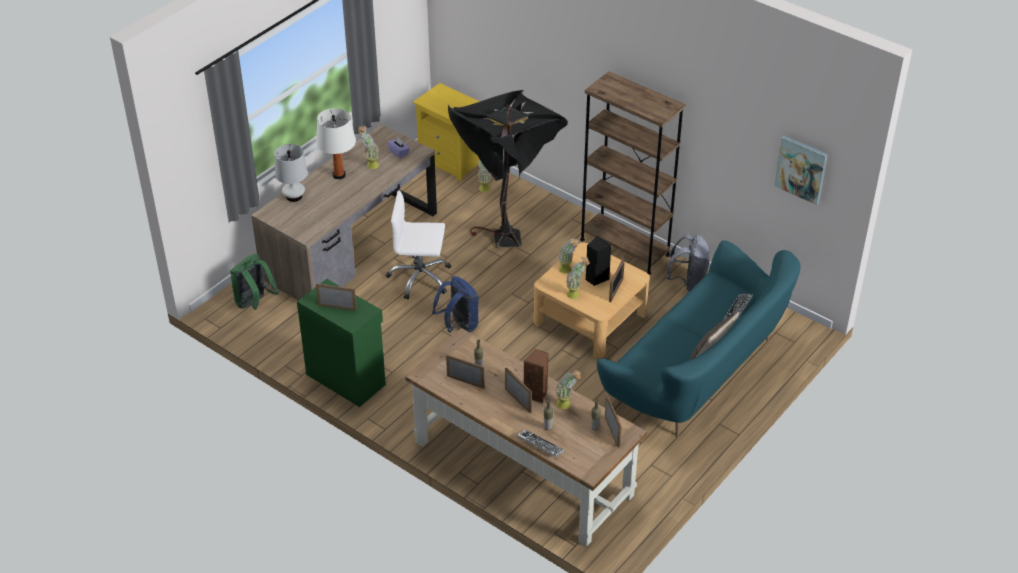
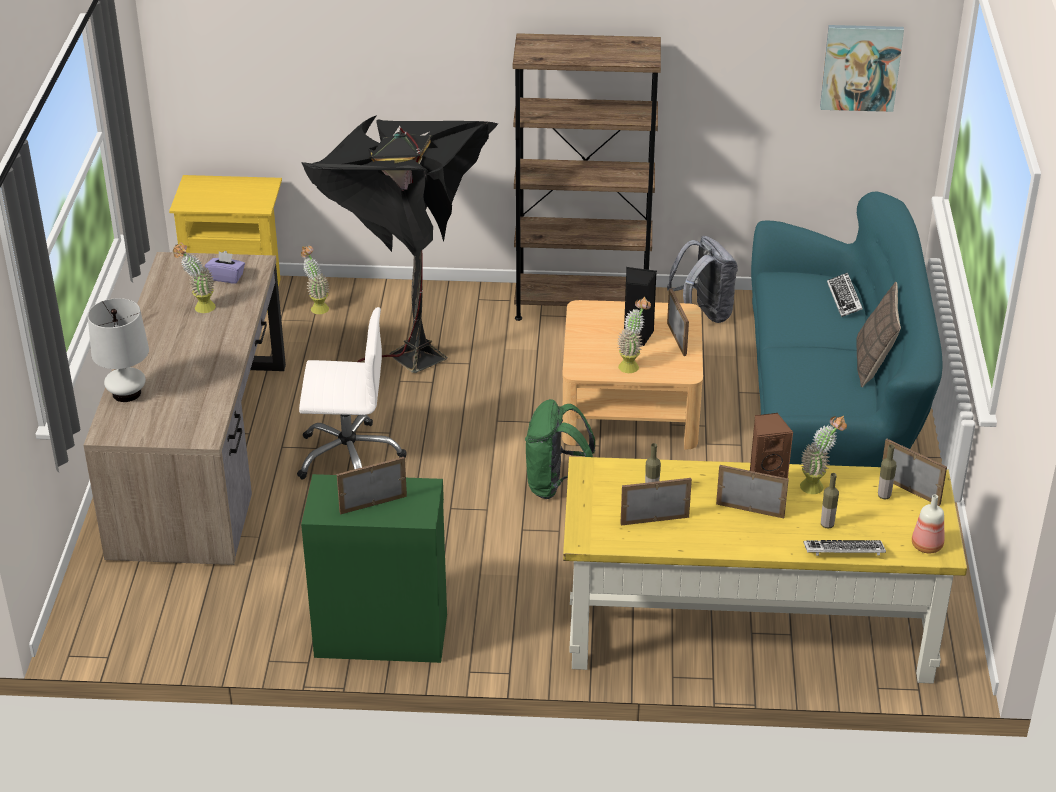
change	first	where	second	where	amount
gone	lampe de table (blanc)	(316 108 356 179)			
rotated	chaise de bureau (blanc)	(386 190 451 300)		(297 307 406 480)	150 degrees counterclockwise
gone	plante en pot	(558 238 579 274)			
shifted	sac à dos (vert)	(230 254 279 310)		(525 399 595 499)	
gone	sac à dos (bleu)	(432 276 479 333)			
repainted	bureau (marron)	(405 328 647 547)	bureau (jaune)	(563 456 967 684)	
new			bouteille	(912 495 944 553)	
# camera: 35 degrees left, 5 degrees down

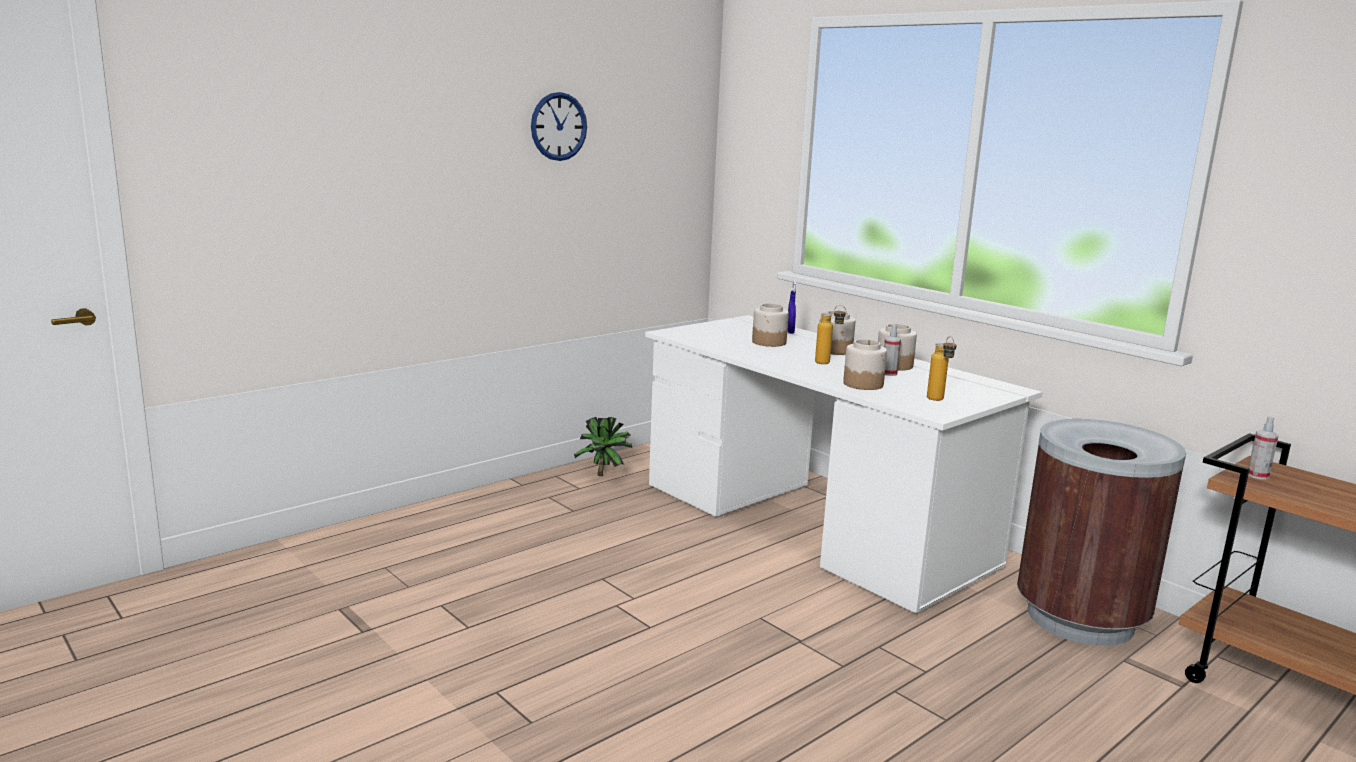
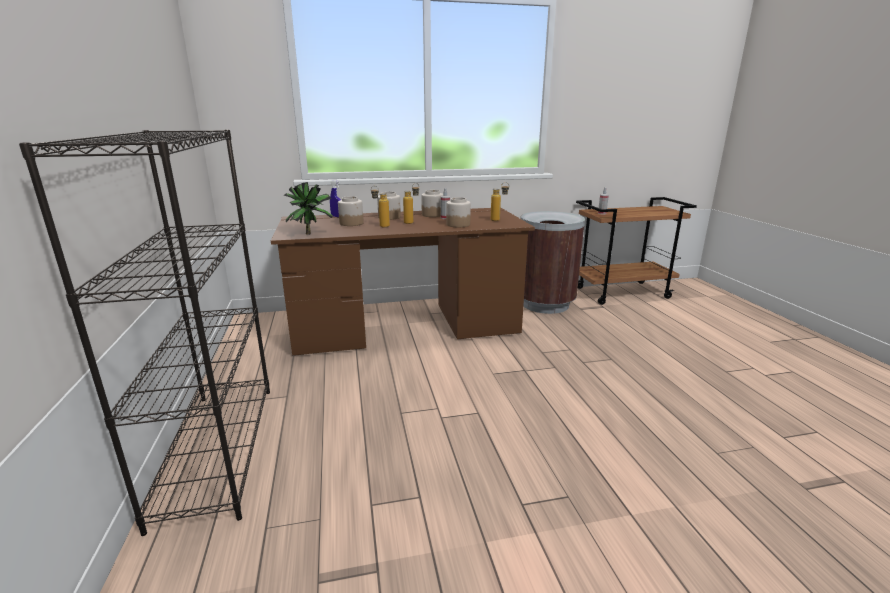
change	first	where	second	where	amount
gone	horloge murale	(531 92 587 161)			
repainted	bureau (blanc)	(645 315 1042 614)	bureau (marron)	(271 207 535 355)	
shifted	plante en pot	(574 417 632 476)		(283 182 333 235)	
new			bibliothèque (noir)	(19 130 270 536)	
new			bouteille	(371 186 390 227)	
# camera: 60 degrees left, 5 degrees up

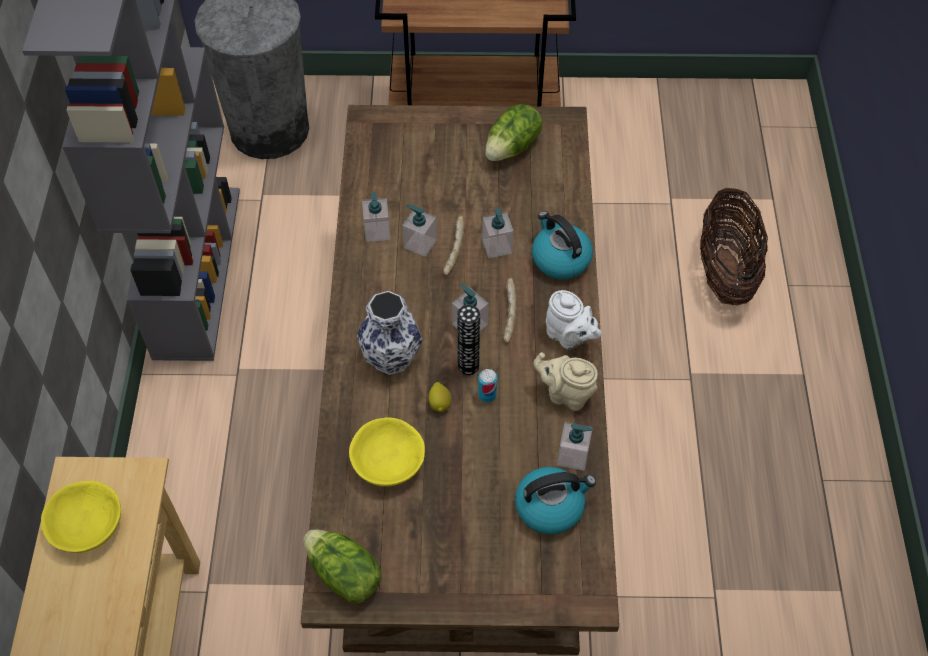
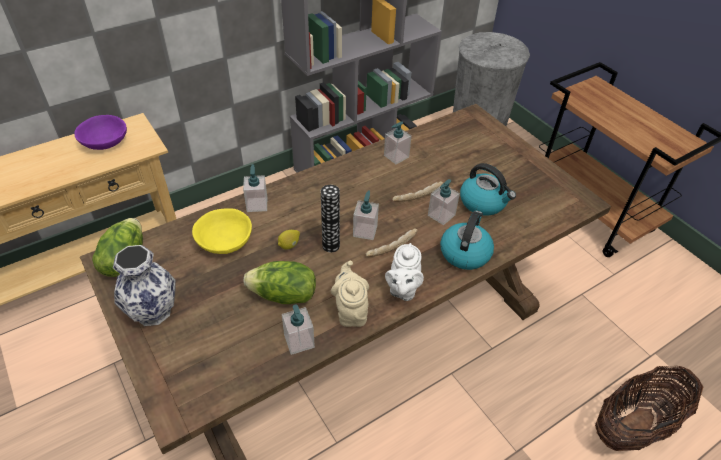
change	first	where	second	where	amount
shifted	laitue	(485 104 542 161)		(243 261 316 304)	
shifted	distributeur de savon	(402 204 437 257)		(243 164 267 212)	
shifted	vase	(357 291 423 375)		(113 245 175 326)	
gone	boîte métallique	(478 369 497 402)			
shifted	bouilloire	(515 467 596 535)		(460 163 516 216)	
repainted	bol (jaune)	(41 481 121 553)	bol (violet)	(74 115 127 150)	
# camera: 55 degrees right, 10 degrees down

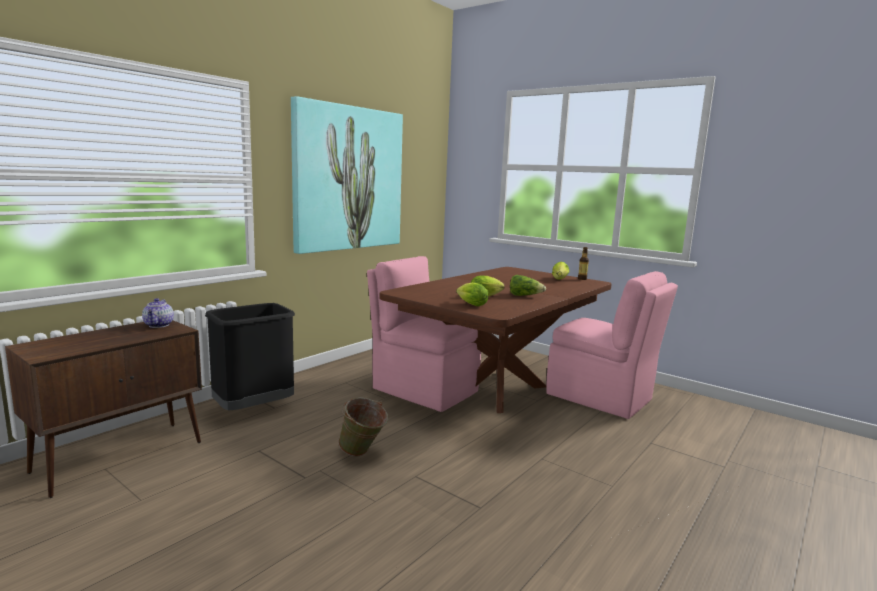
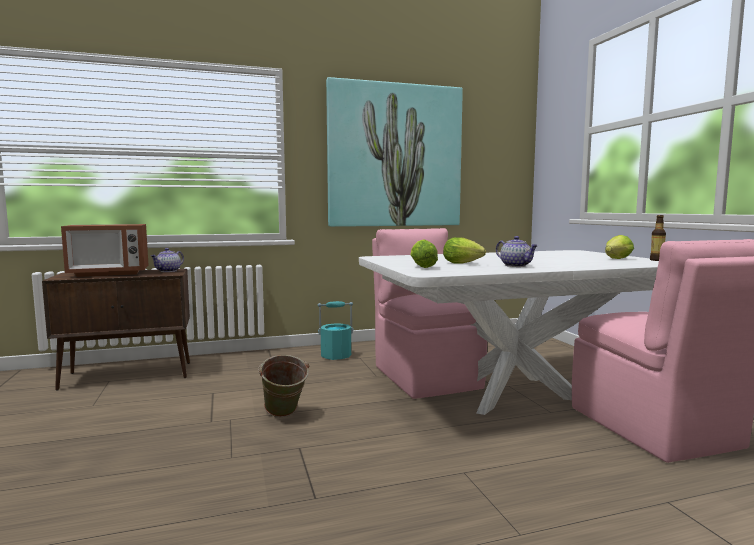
change	first	where	second	where	amount
repainted	table à manger (marron)	(380 267 612 413)	table à manger (blanc)	(359 250 659 415)	
swapped	laitue	(510 275 546 296)	théière	(496 236 538 267)	
gone	poubelle (noir)	(205 303 295 410)			
new			micro-ondes	(61 224 148 277)	
new			seau (turquoise)	(318 301 354 360)	
# camera: 35 degrees right, 5 degrees down

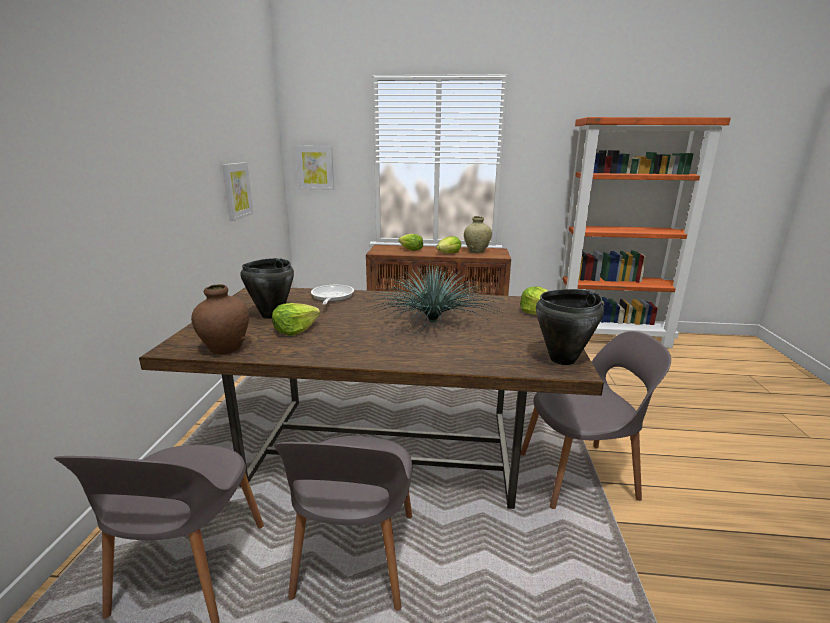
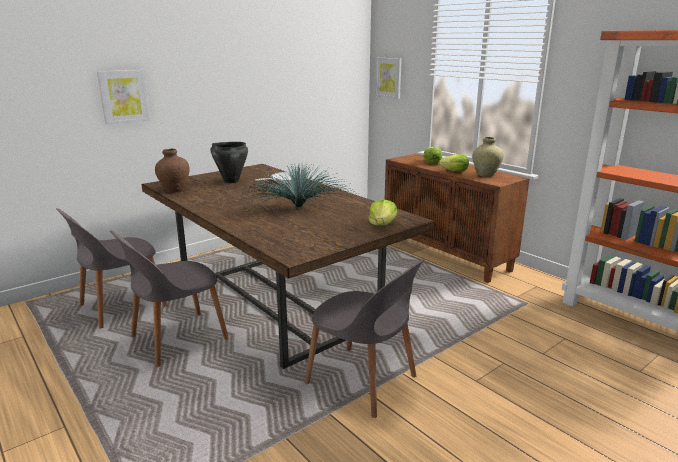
change	first	where	second	where	amount
shifted	tableau	(222 162 253 221)		(97 70 150 125)	
gone	marmite (noir)	(536 289 604 365)			
gone	laitue	(272 303 320 336)			
# camera: 45 degrees right, 0 degrees up

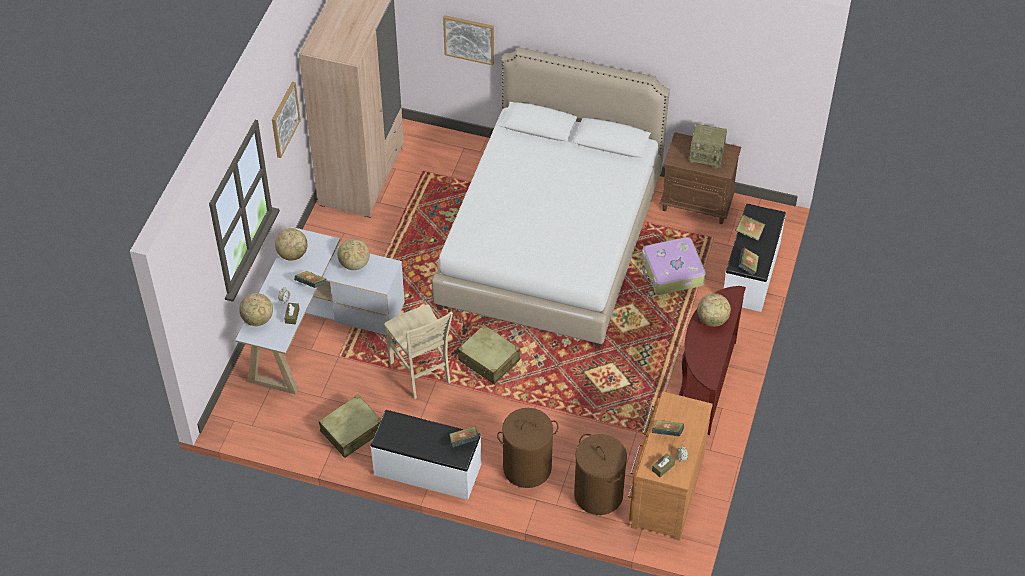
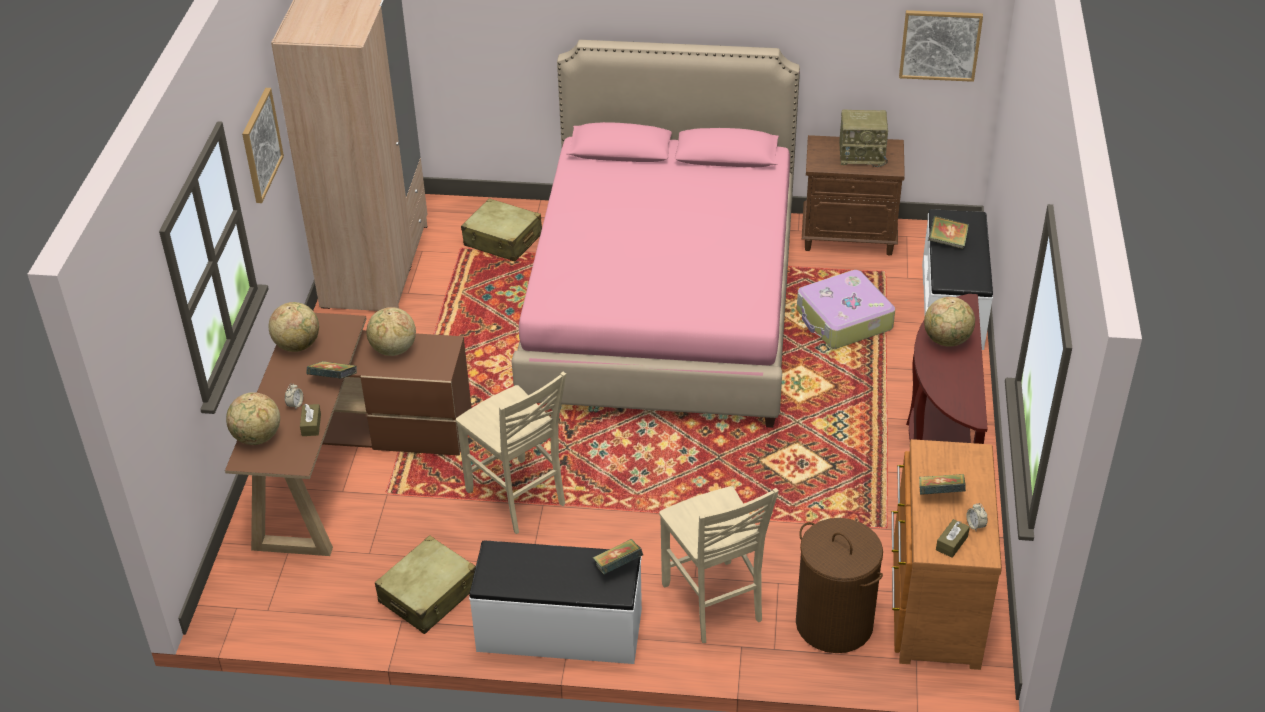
change	first	where	second	where	amount
shifted	tableau	(443 15 494 66)		(899 10 983 82)	
repainted	lit (blanc)	(432 48 670 349)	lit (rose)	(512 40 800 428)	
repainted	bureau (blanc)	(235 227 405 395)	bureau (marron)	(225 313 471 556)	
gone	livre	(739 248 759 275)			
shifted	valise (beige)	(458 325 520 384)		(461 198 542 262)	
swapped	panier à linge (marron)	(497 408 559 488)	chaise (beige)	(659 486 779 643)	
# camera: 10 degrees left, 10 degrees down

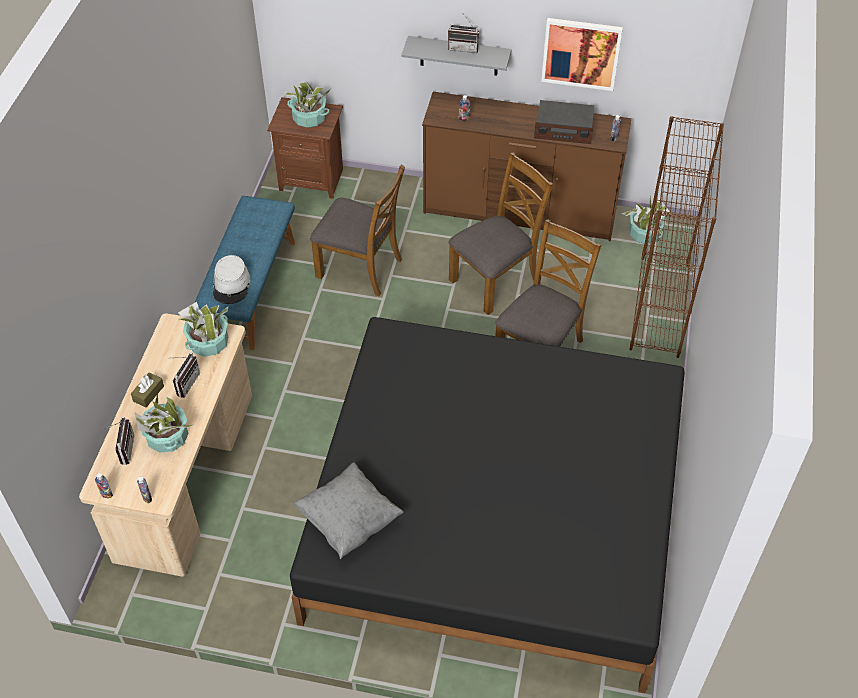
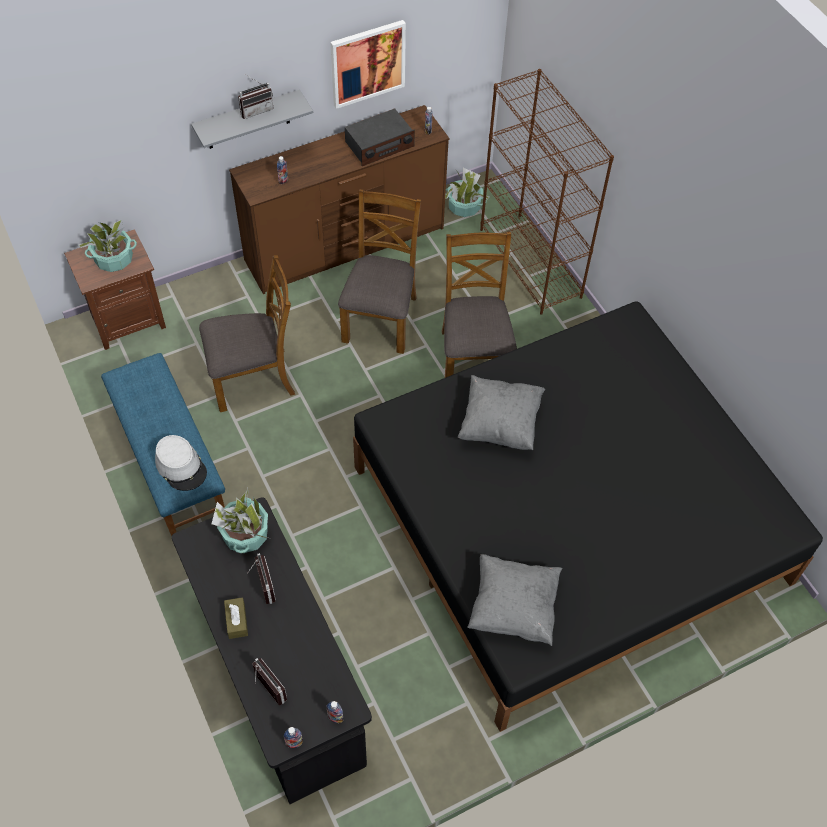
change	first	where	second	where	amount
repainted	bureau (beige)	(79 313 252 577)	bureau (noir)	(172 497 372 804)	
gone	plante en pot	(135 394 195 453)			
new			coussin (gris)	(458 375 545 450)	
# camera: 40 degrees left, 5 degrees up

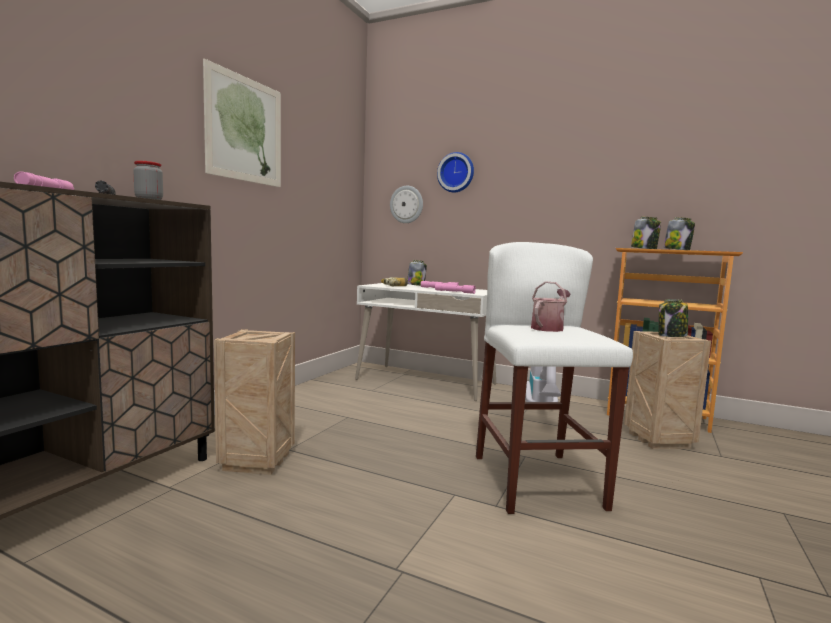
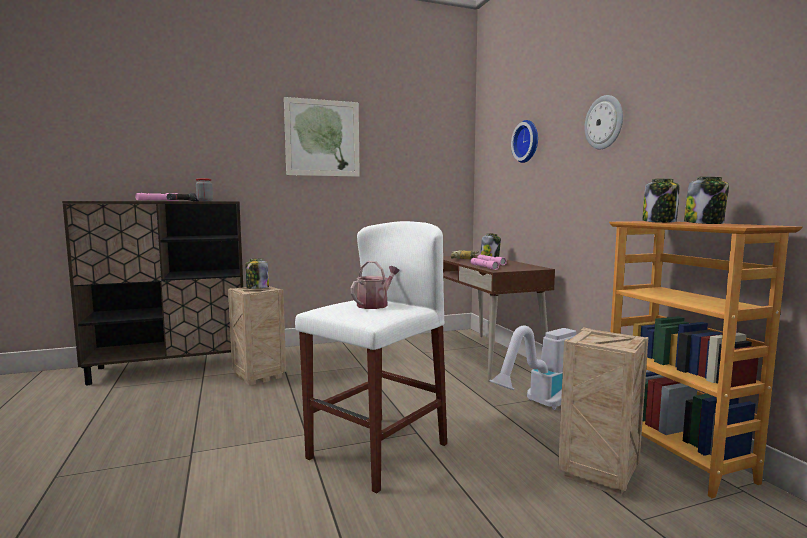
change	first	where	second	where	amount
shifted	horloge murale	(390 186 423 223)		(585 95 623 149)	
rotated	arrosoir	(531 281 570 332)		(350 261 400 309)	45 degrees counterclockwise
repainted	bureau (blanc)	(355 283 496 401)	bureau (marron)	(431 255 555 382)	
shifted	bocal	(658 299 688 337)		(246 258 269 289)	
# camera: 45 degrees right, 0 degrees up

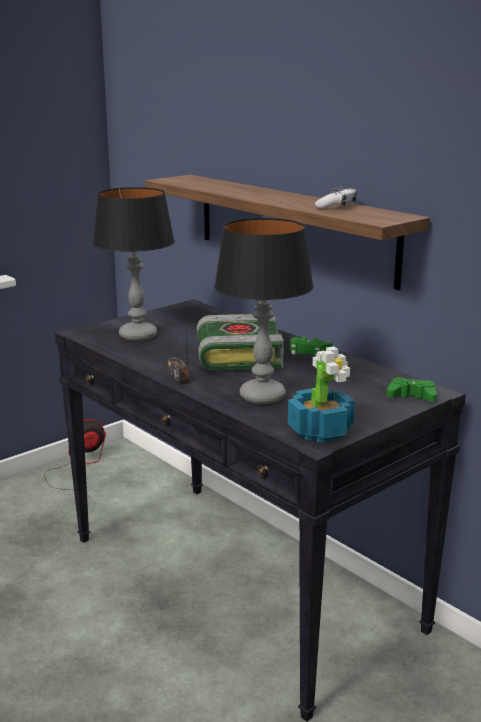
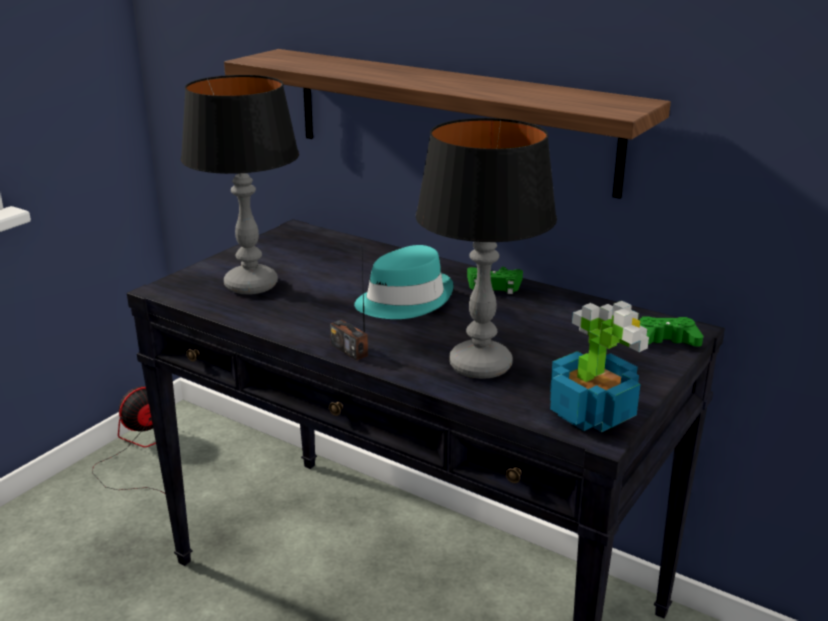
change	first	where	second	where	amount
gone	manette	(315 187 357 209)			
swapped	livre	(197 314 284 370)	chapeau (turquoise)	(354 245 454 319)	
# camera: 15 degrees left, 5 degrees up

